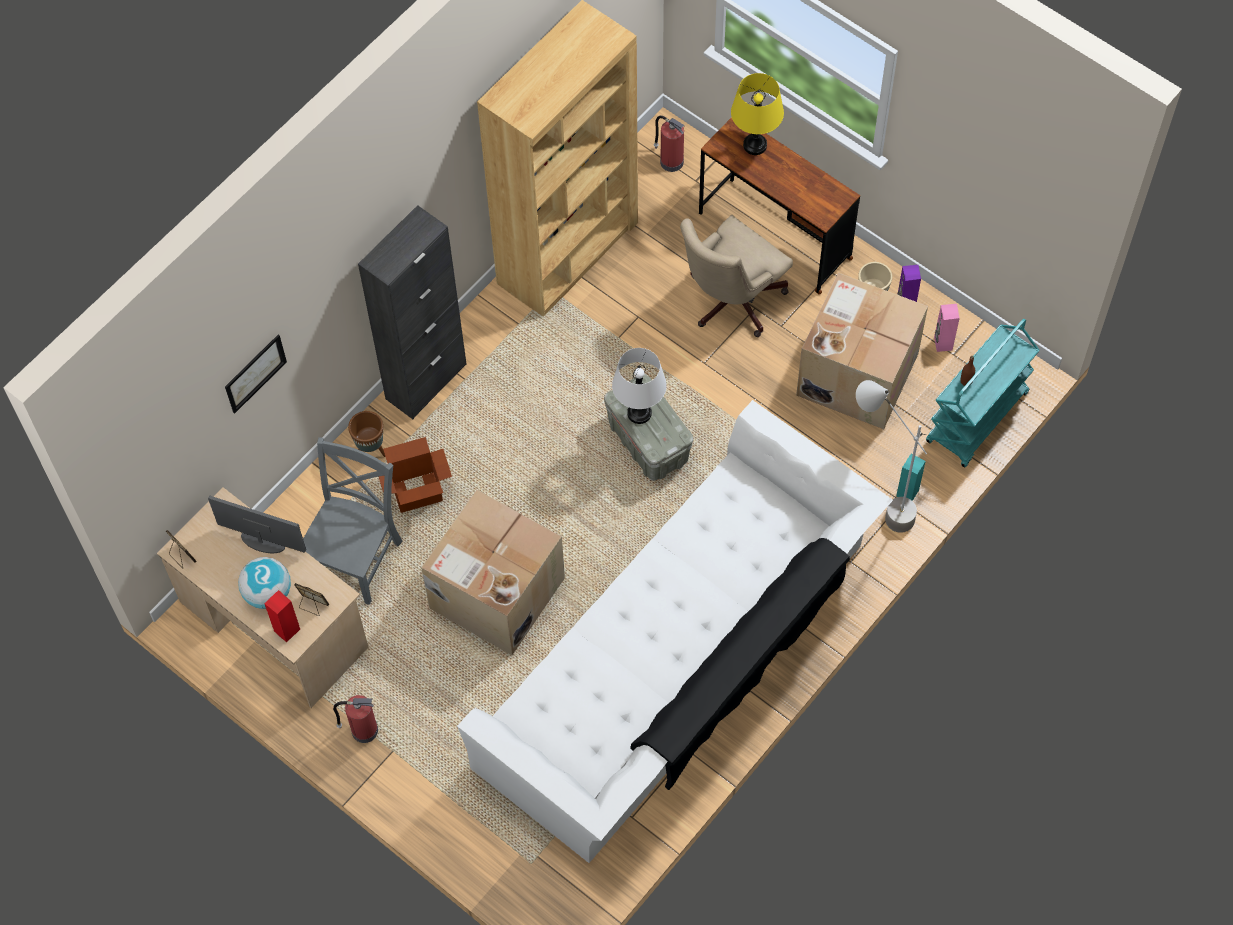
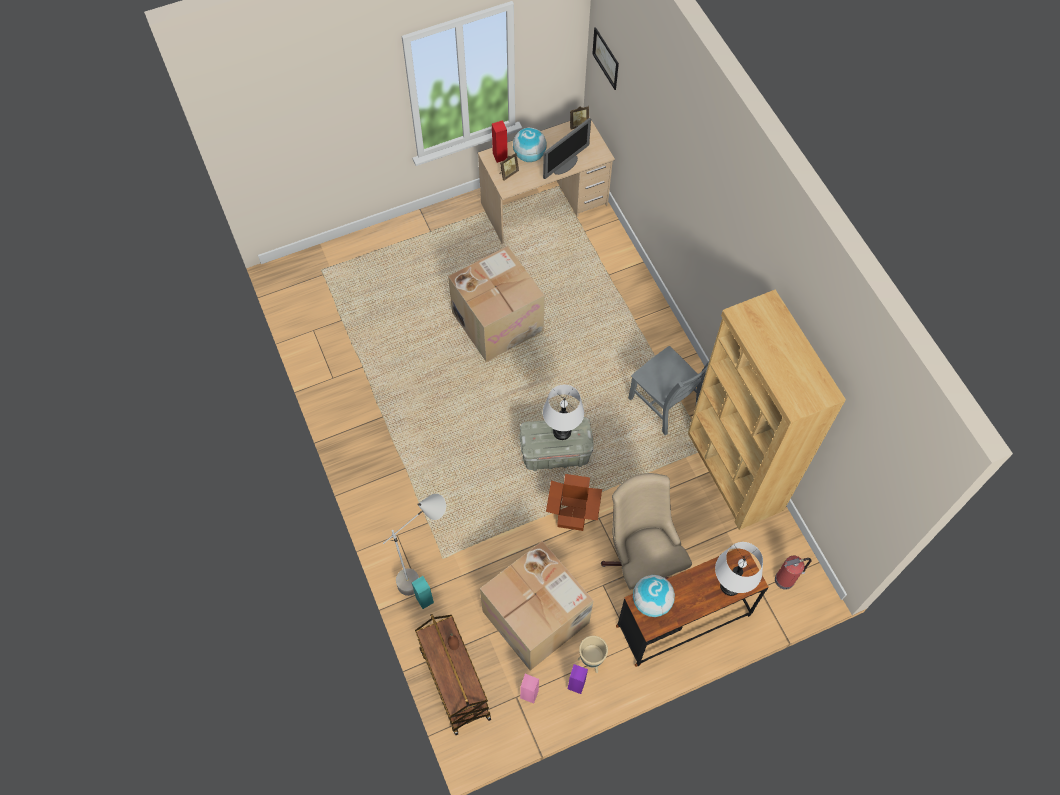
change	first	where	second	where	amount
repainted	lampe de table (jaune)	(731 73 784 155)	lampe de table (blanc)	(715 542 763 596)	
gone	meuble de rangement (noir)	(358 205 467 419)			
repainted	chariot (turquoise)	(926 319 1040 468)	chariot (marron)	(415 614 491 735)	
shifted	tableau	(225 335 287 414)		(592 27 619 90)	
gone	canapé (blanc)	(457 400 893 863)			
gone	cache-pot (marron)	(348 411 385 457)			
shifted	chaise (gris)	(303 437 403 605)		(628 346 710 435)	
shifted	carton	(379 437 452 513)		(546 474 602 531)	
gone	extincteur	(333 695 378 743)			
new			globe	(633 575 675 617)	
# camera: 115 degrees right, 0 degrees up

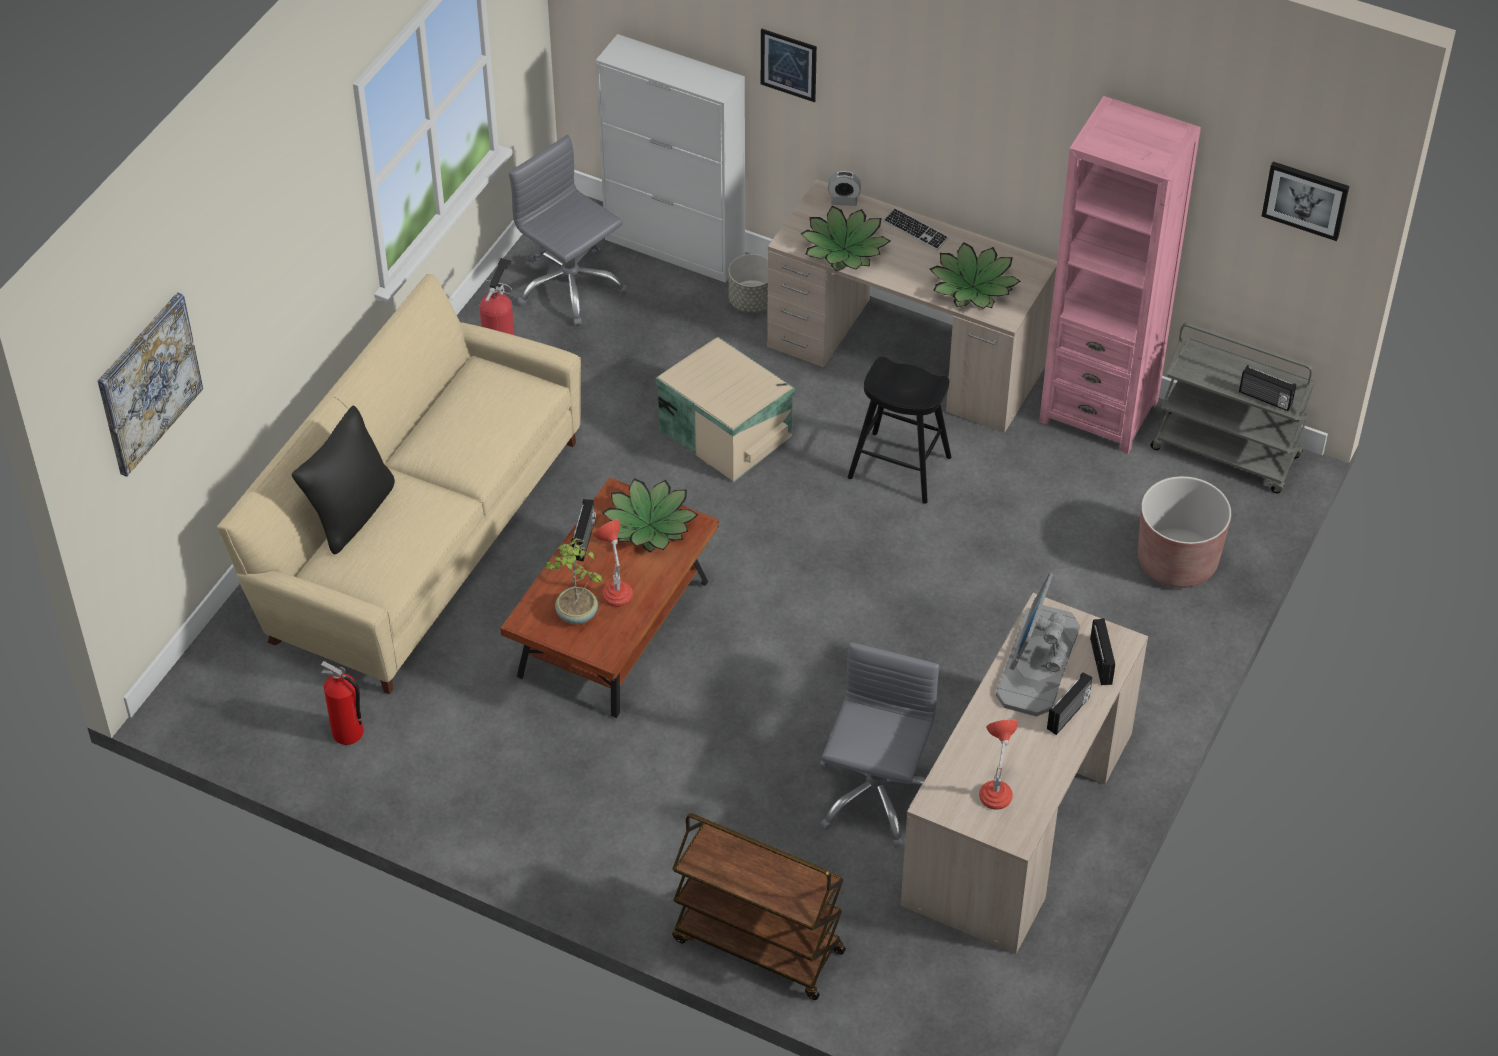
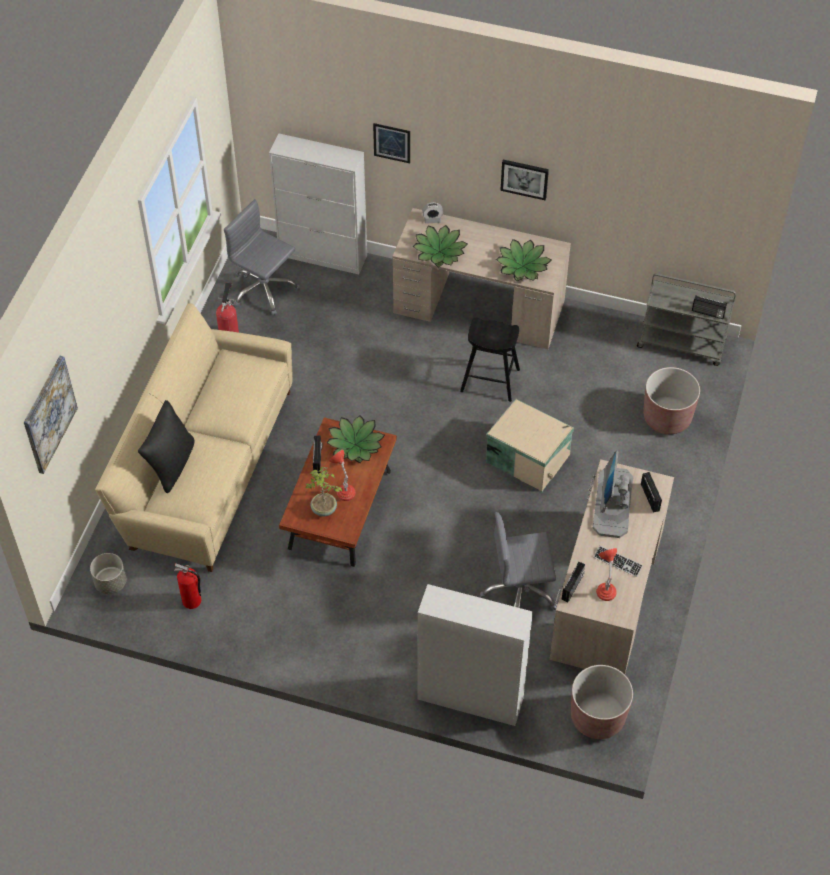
change	first	where	second	where	amount
gone	bibliothèque (rose)	(1039 96 1201 454)			
shifted	tableau	(1261 162 1349 241)		(500 160 549 200)	
shifted	clavier	(883 208 949 251)		(594 546 643 577)	
shifted	cache-pot (gris)	(729 254 768 313)		(90 553 126 594)	
shifted	boîte de rangement (beige)	(656 337 795 483)		(486 399 574 492)	
rotated	chaise de bureau (gris)	(819 642 939 848)		(480 512 557 610)	105 degrees counterclockwise
shifted	radio	(1047 672 1093 735)		(562 561 585 603)	
swapped	chariot (marron)	(672 813 846 1000)	meuble de rangement (blanc)	(417 584 533 726)	
new			cache-pot (marron)	(571 665 633 739)	
# camera: 10 degrees left, 5 degrees up

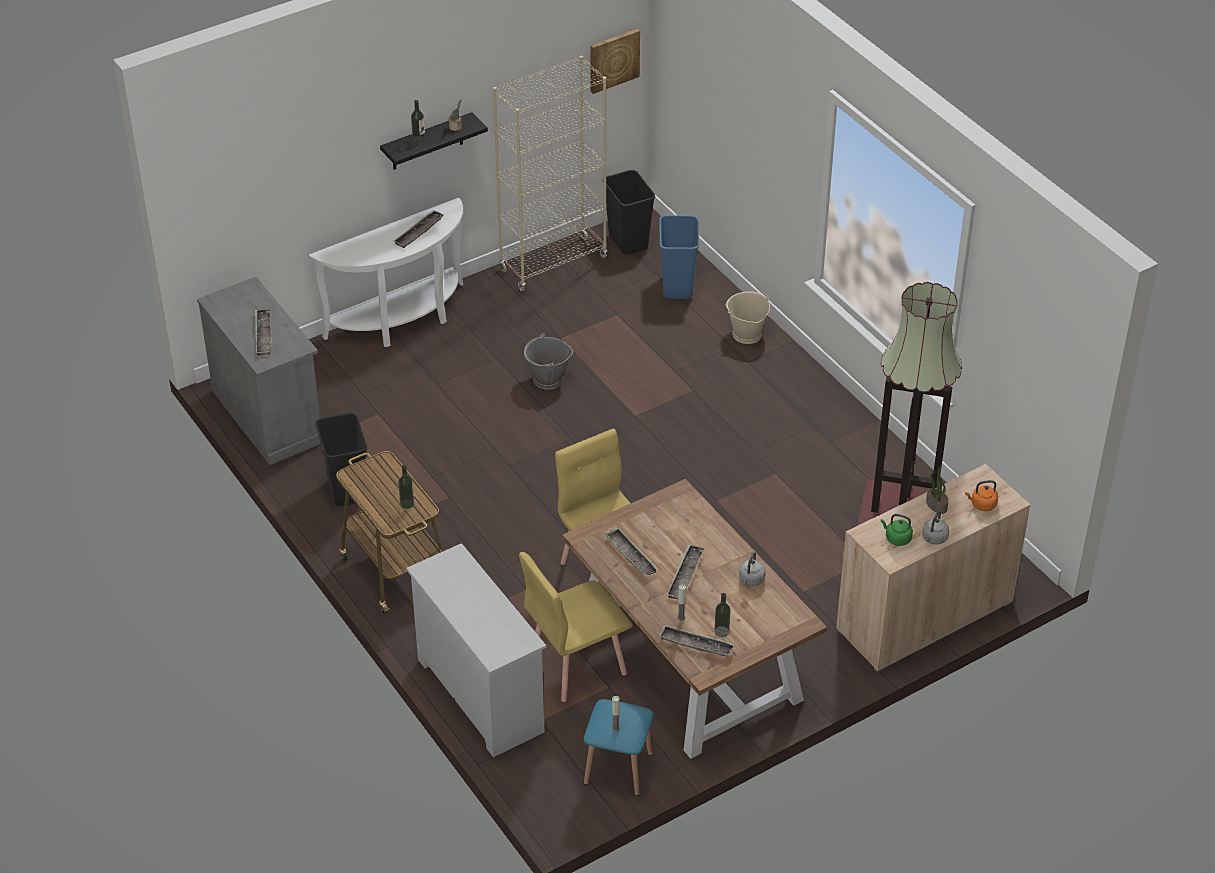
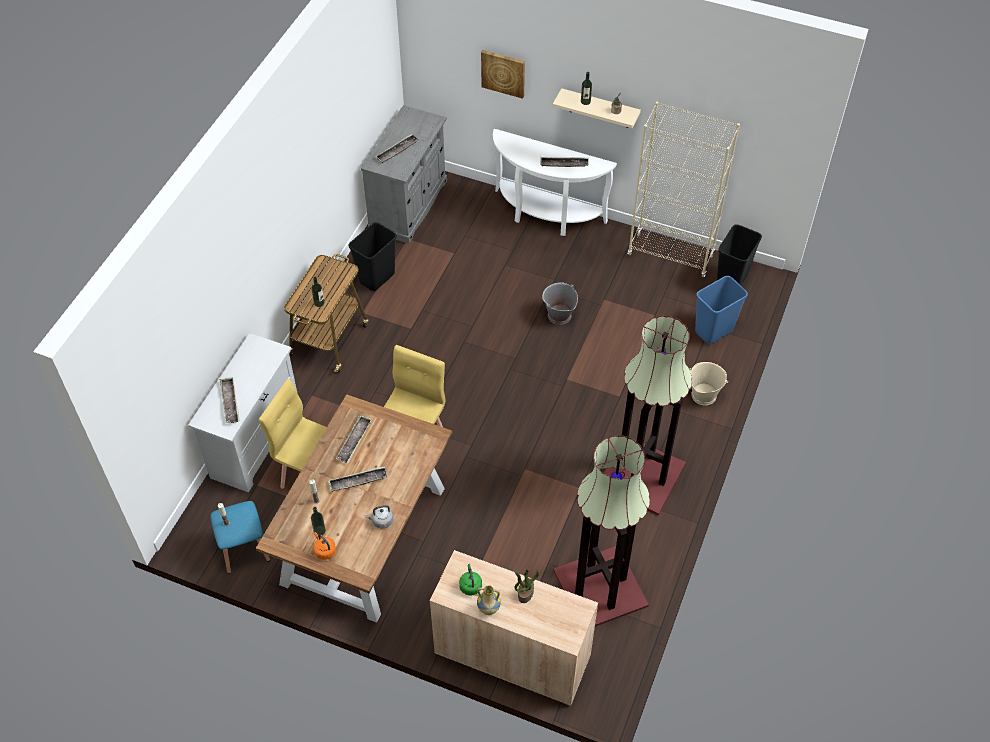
change	first	where	second	where	amount
shifted	tableau	(590 29 640 94)		(481 50 525 99)	
repainted	étagère (noir)	(380 112 488 170)	étagère (beige)	(553 88 641 128)	
shifted	bouilloire (orange)	(965 480 998 511)		(313 532 336 560)	
swapped	bouilloire (gris)	(922 511 949 545)	vase	(477 585 501 615)	
shifted	plateau	(659 625 735 656)		(220 377 240 423)	
new			lampadaire	(604 315 692 515)	
# camera: 55 degrees right, 10 degrees up

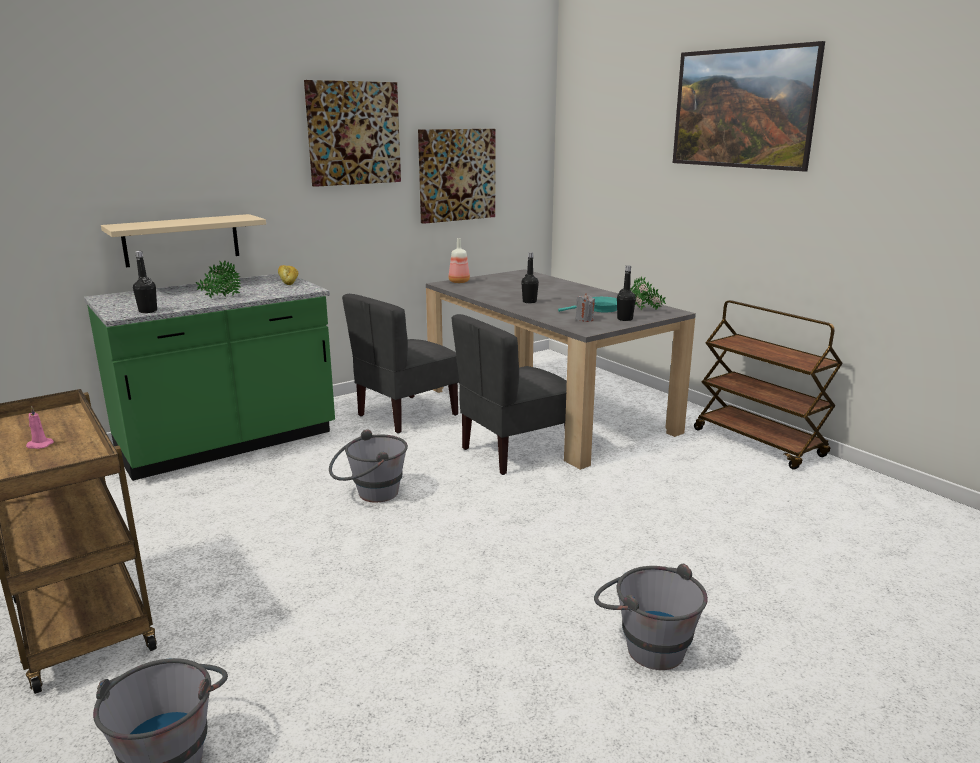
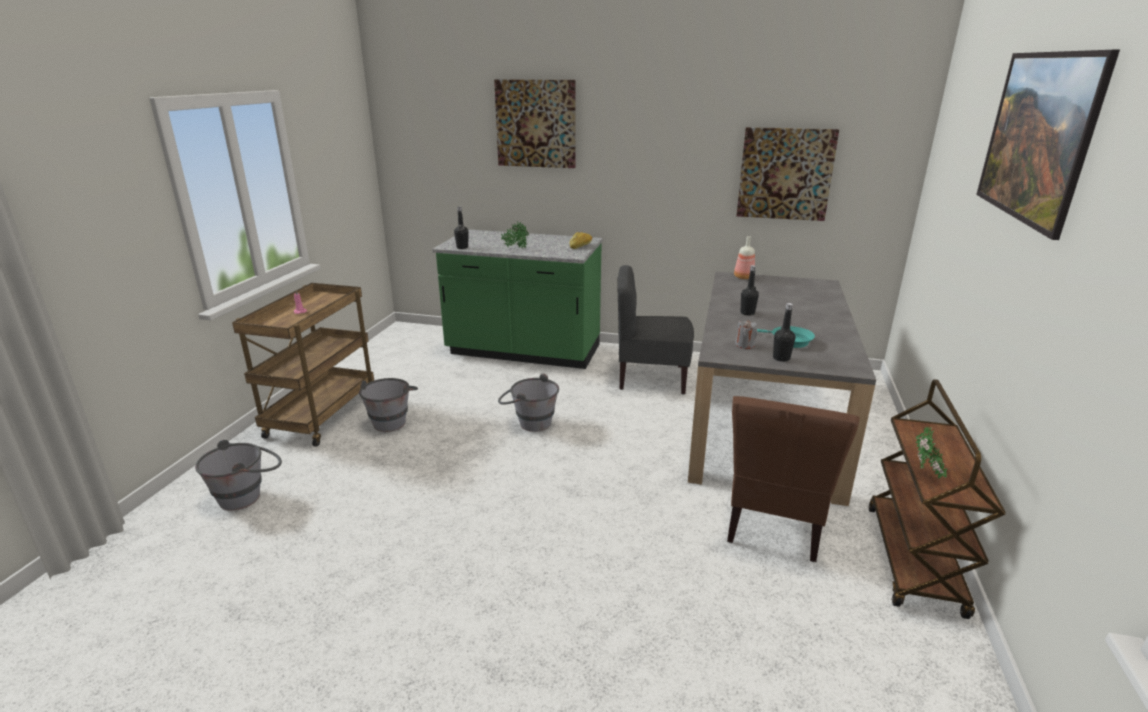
change	first	where	second	where	amount
shifted	tableau	(304 80 401 187)		(494 79 576 168)	
gone	étagère (beige)	(101 214 266 267)			
shifted	plante en pot	(630 276 666 310)		(916 427 948 478)	
gone	chaise (gris)	(452 314 567 475)			
shifted	seau (gris)	(594 563 708 670)		(359 378 418 432)	
new			chaise (marron)	(727 396 860 562)	
# camera: 50 degrees right, 5 degrees up

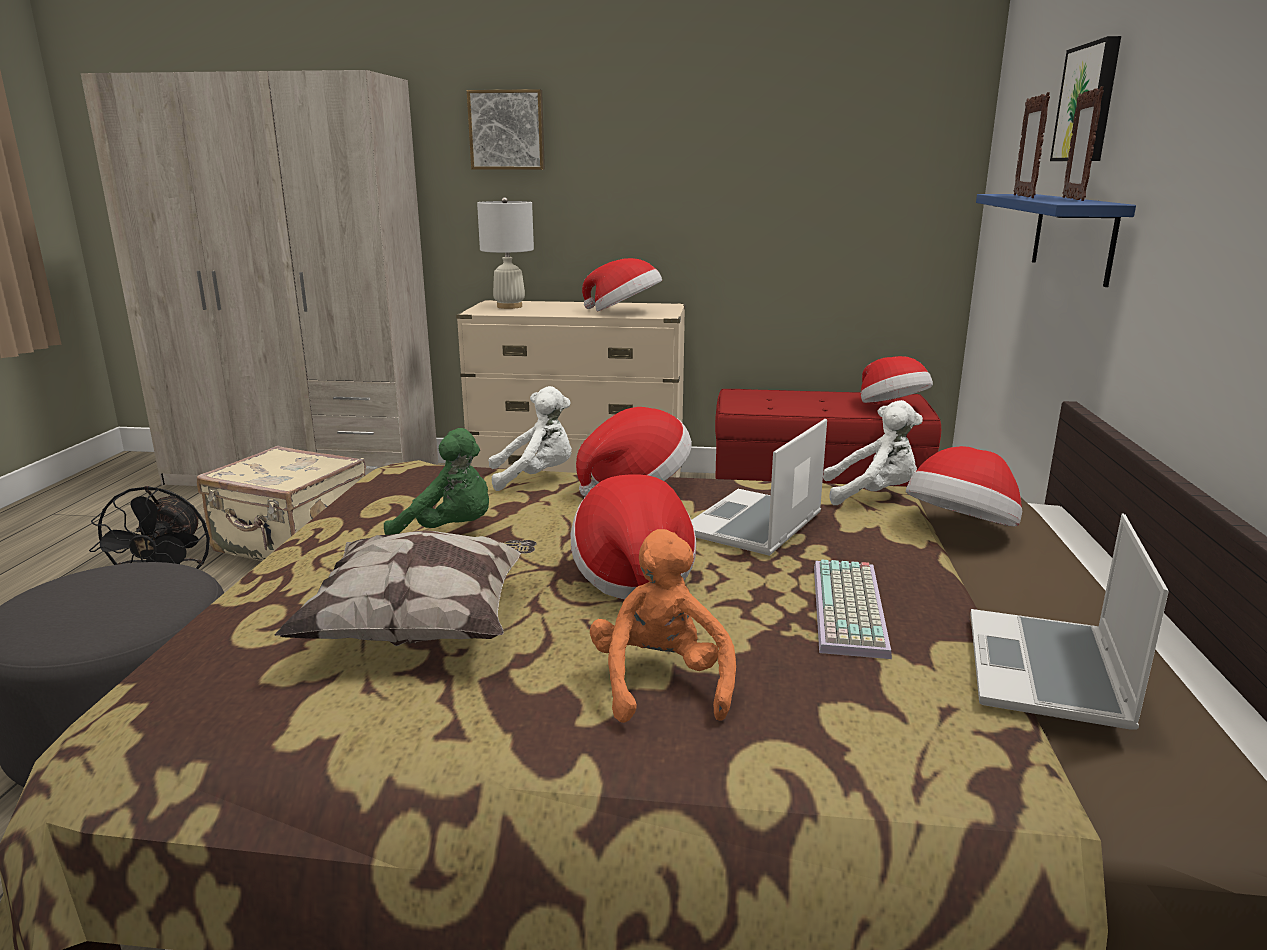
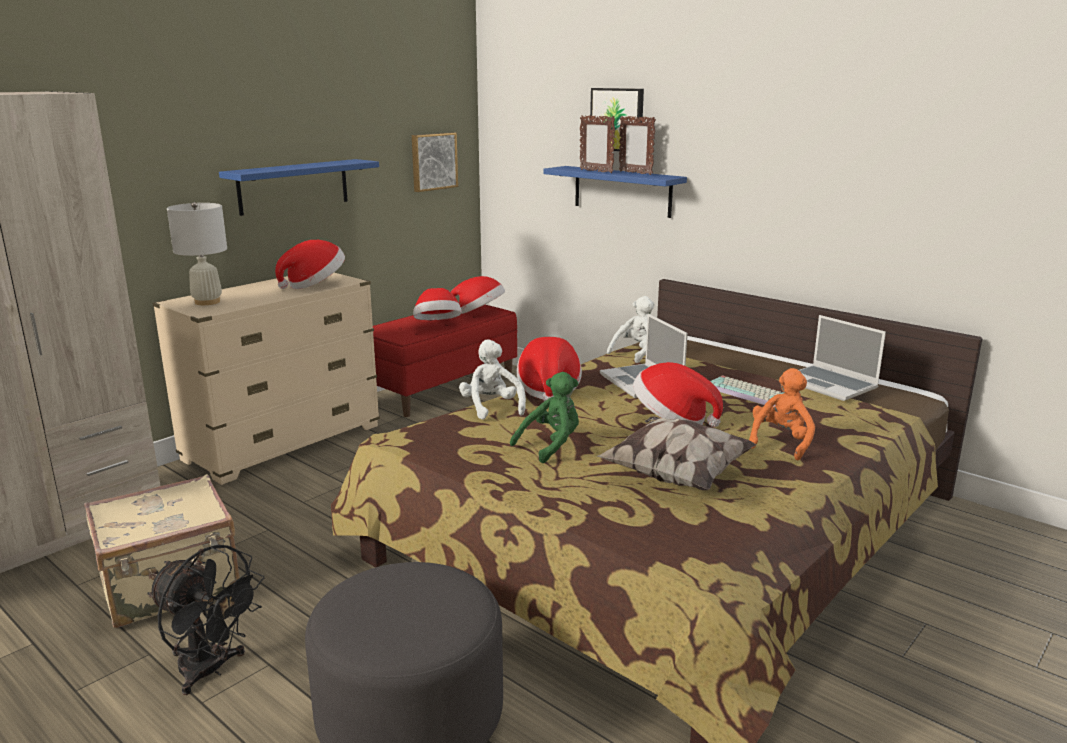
change	first	where	second	where	amount
shifted	tableau	(467 89 545 170)		(412 132 458 192)	
rotated	peluche (blanc)	(488 386 572 491)		(459 340 526 420)	45 degrees counterclockwise
shifted	chapeau	(906 446 1022 526)		(413 288 462 320)	
rotated	peluche (orange)	(590 529 736 723)		(749 368 815 460)	90 degrees clockwise
new			étagère (bleu)	(219 159 379 216)	
# camera: 55 degrees left, 0 degrees up

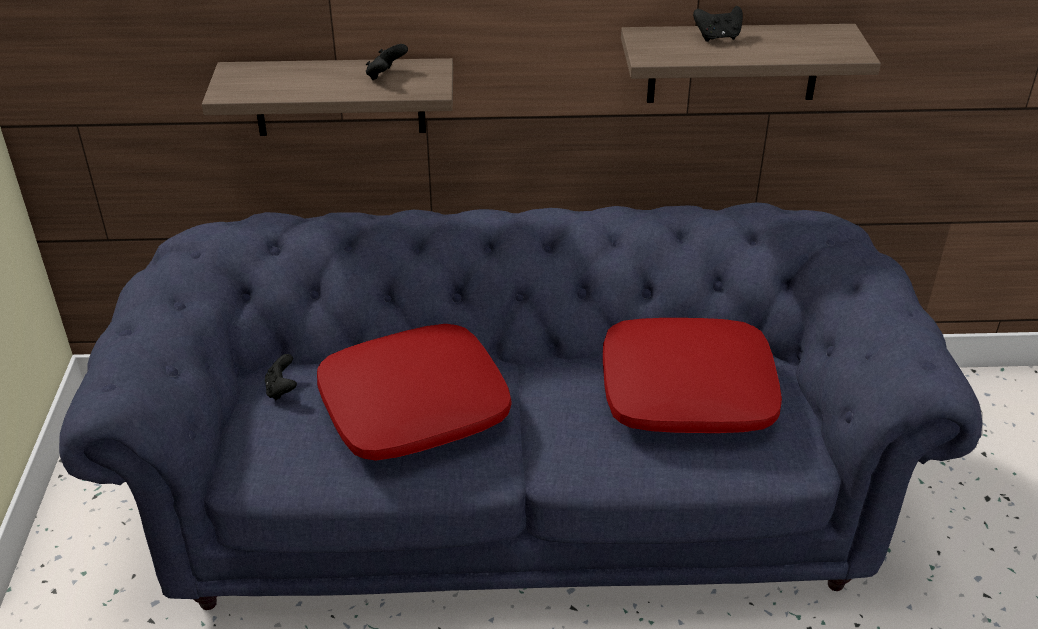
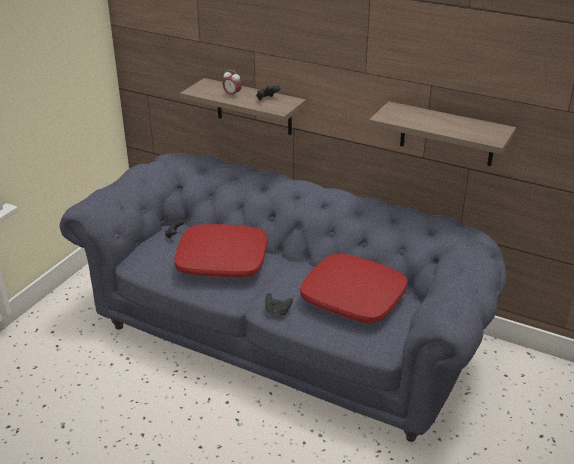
change	first	where	second	where	amount
shifted	manette (noir)	(693 6 743 42)		(265 293 293 315)	
new			réveil	(223 70 242 97)	
# camera: 30 degrees right, 5 degrees down

